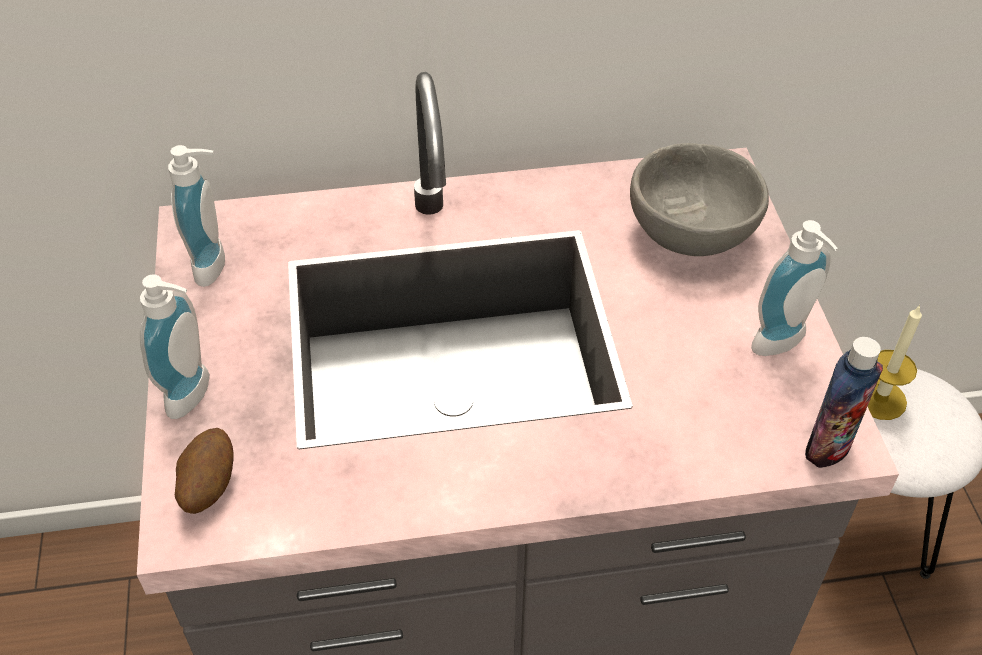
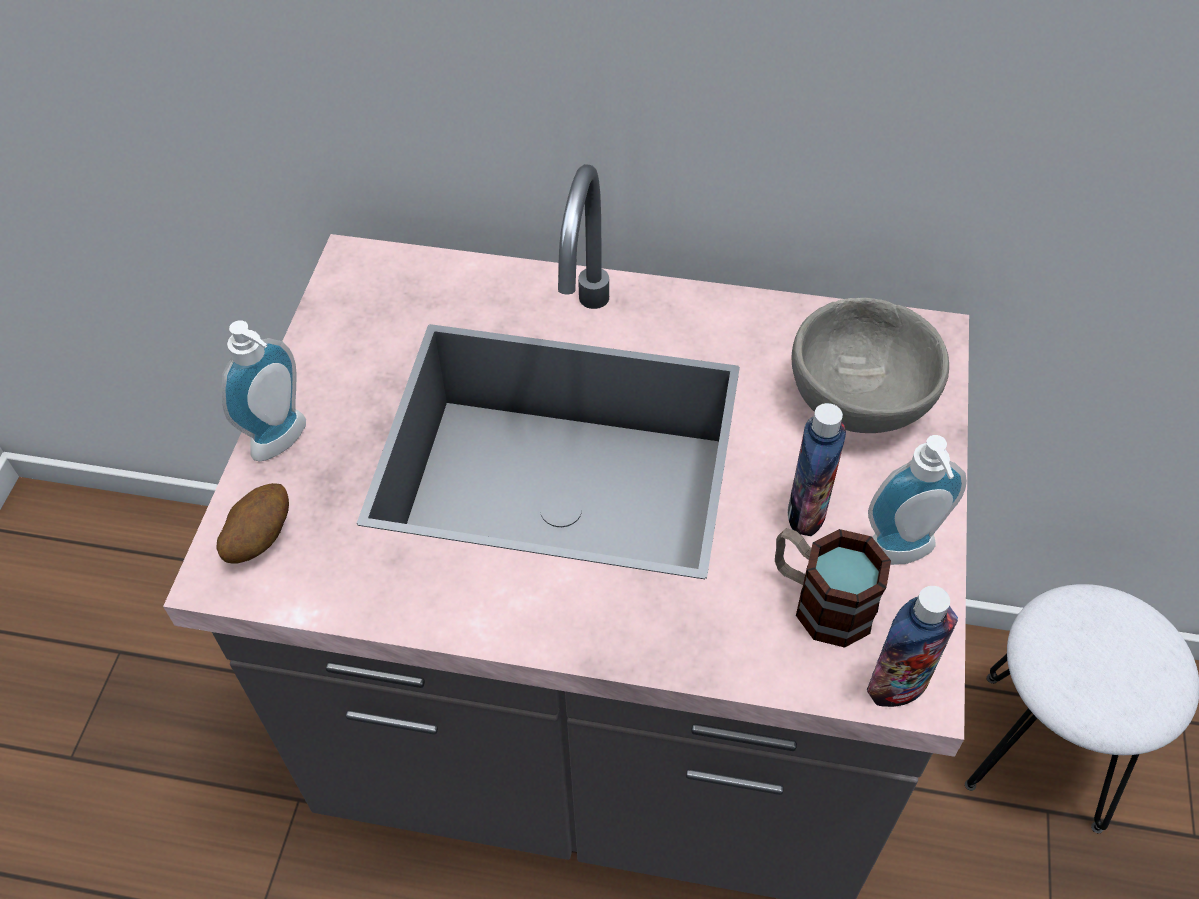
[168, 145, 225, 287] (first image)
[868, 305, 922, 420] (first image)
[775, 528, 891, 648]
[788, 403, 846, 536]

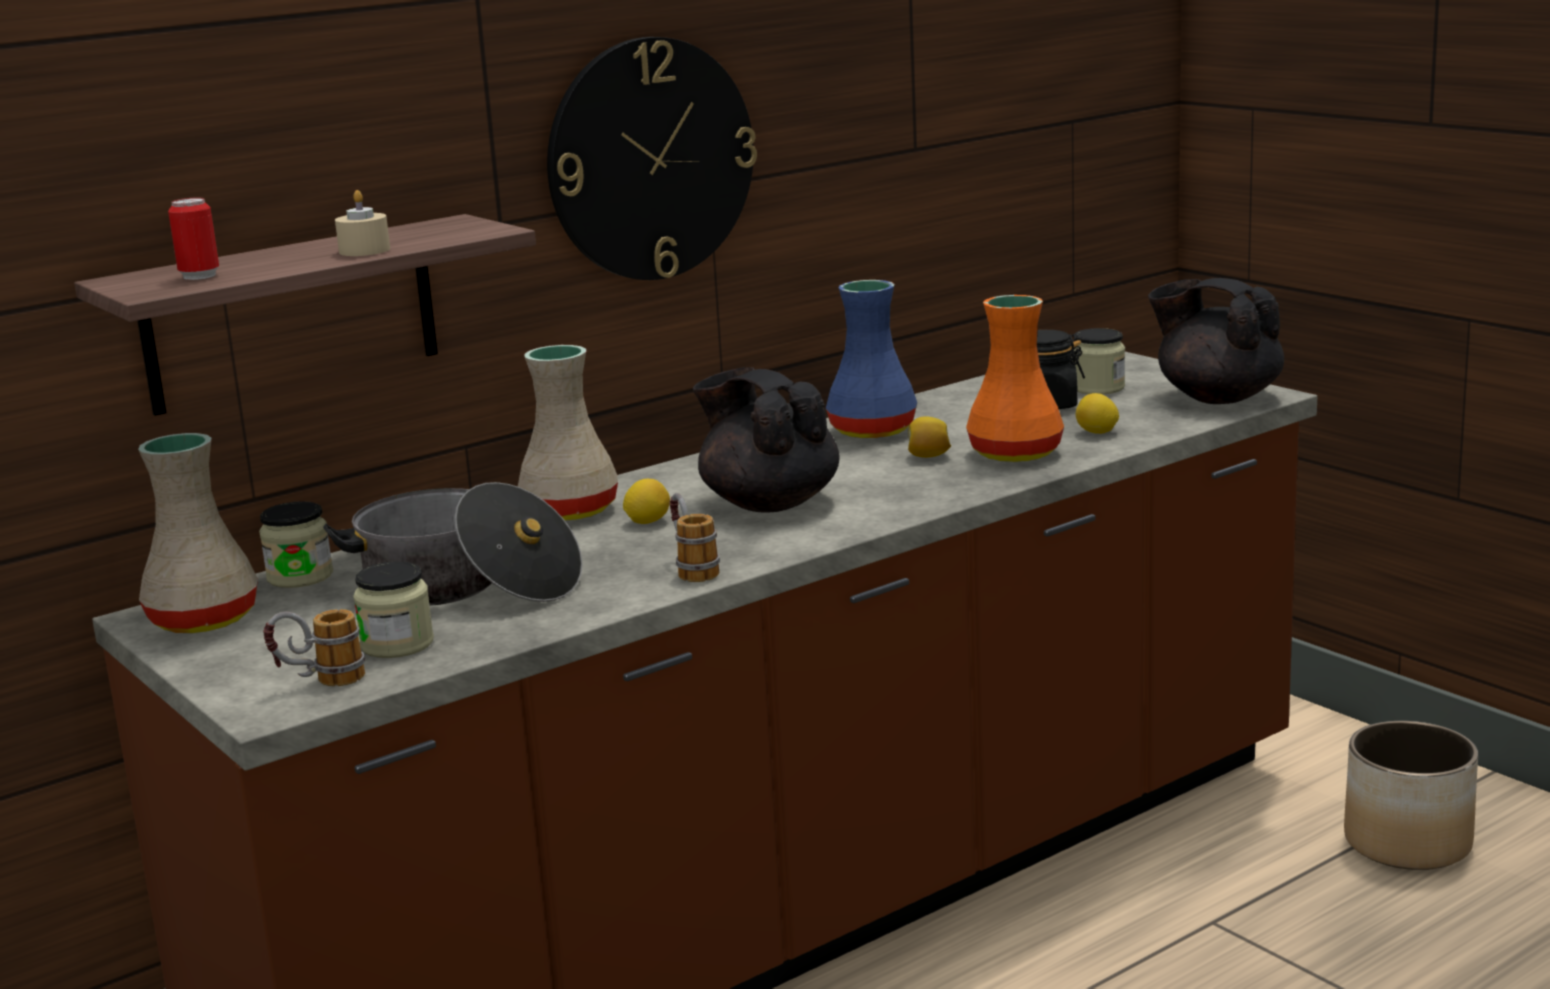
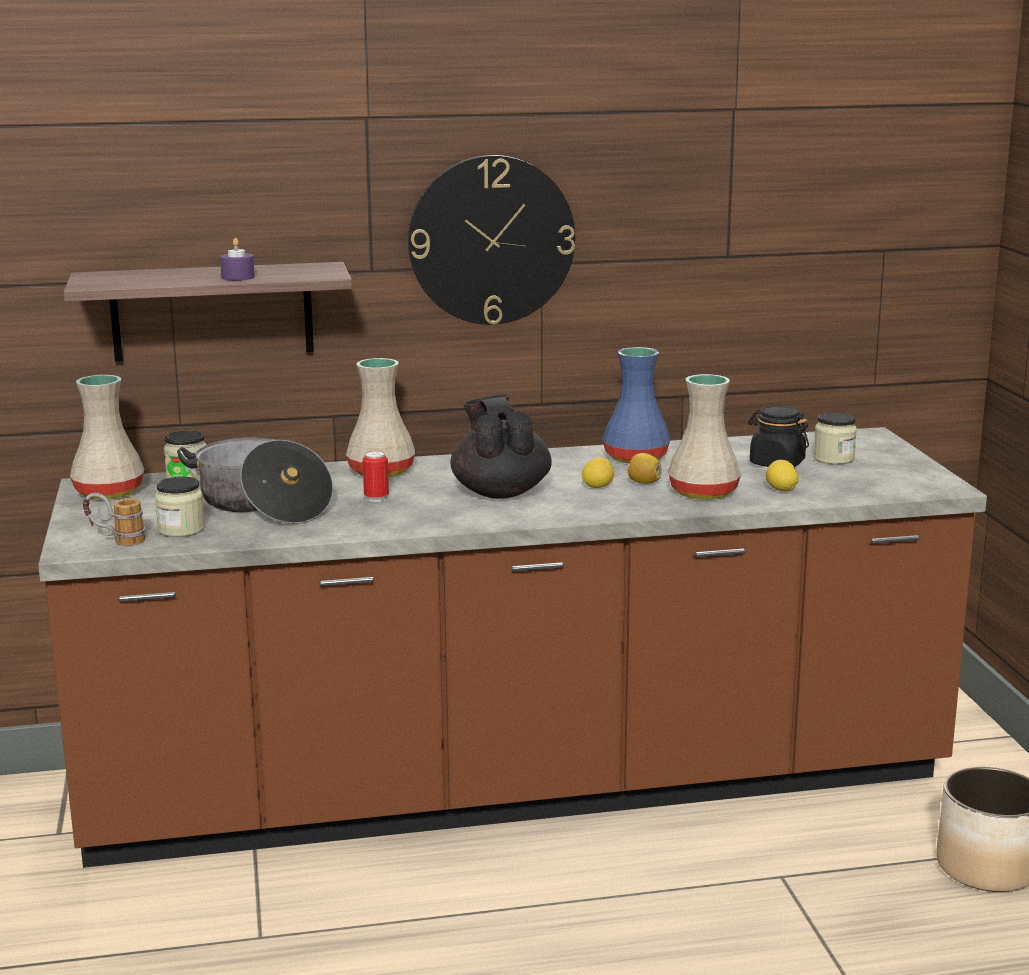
[669, 493, 720, 582] (first image)
[1148, 278, 1284, 404] (first image)
[363, 451, 389, 502]
[582, 457, 614, 488]
[220, 238, 255, 281]
[668, 374, 741, 499]

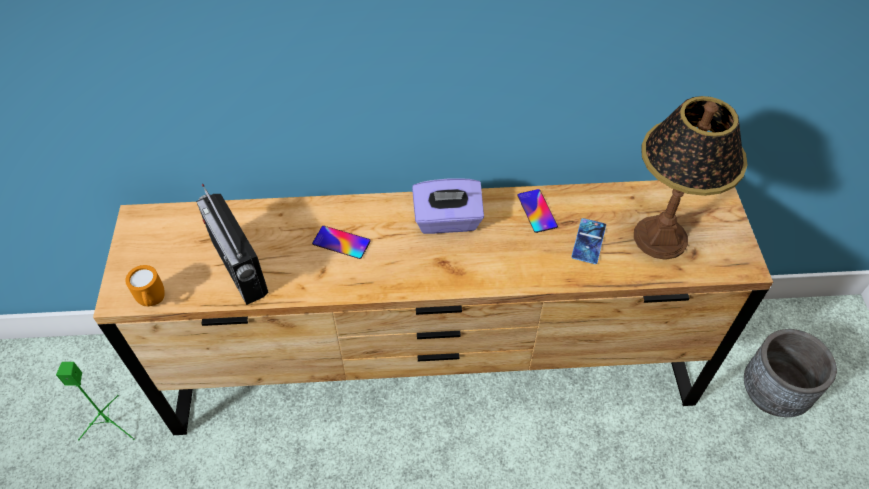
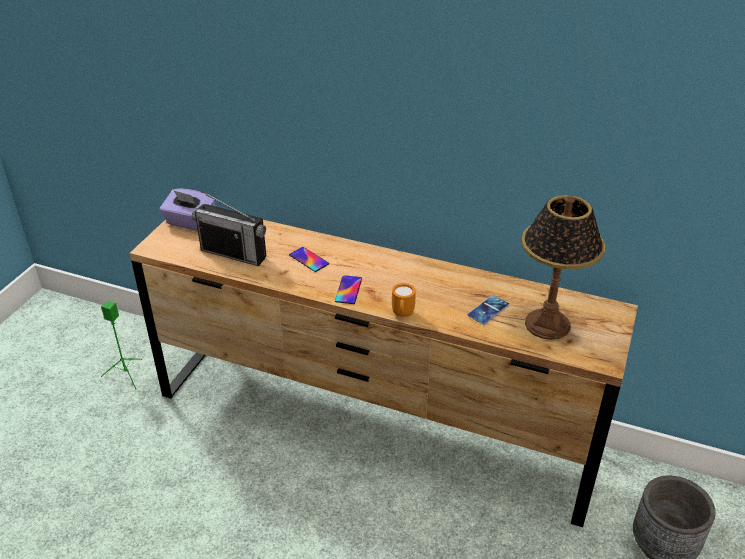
[392, 283, 416, 317]
[160, 188, 216, 231]
[335, 275, 362, 304]
[192, 191, 266, 266]

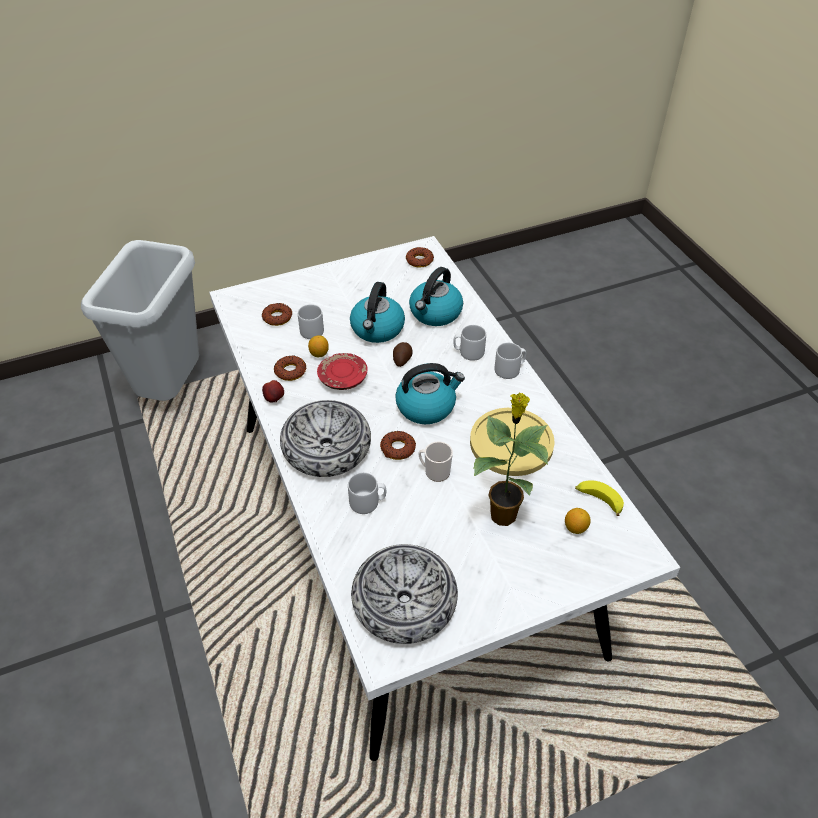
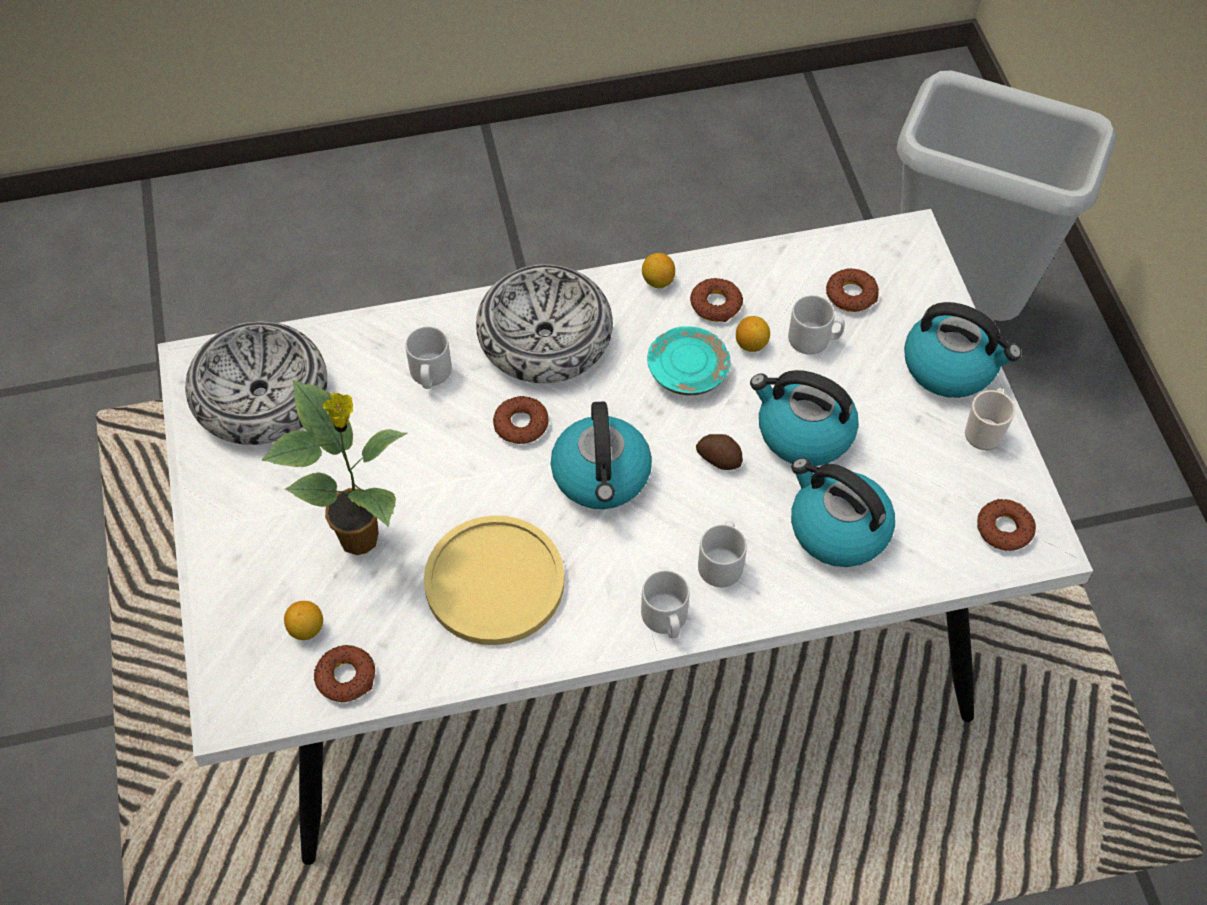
[904, 302, 1021, 398]
[965, 388, 1015, 450]
[642, 253, 675, 288]
[314, 645, 375, 702]
[647, 326, 731, 395]

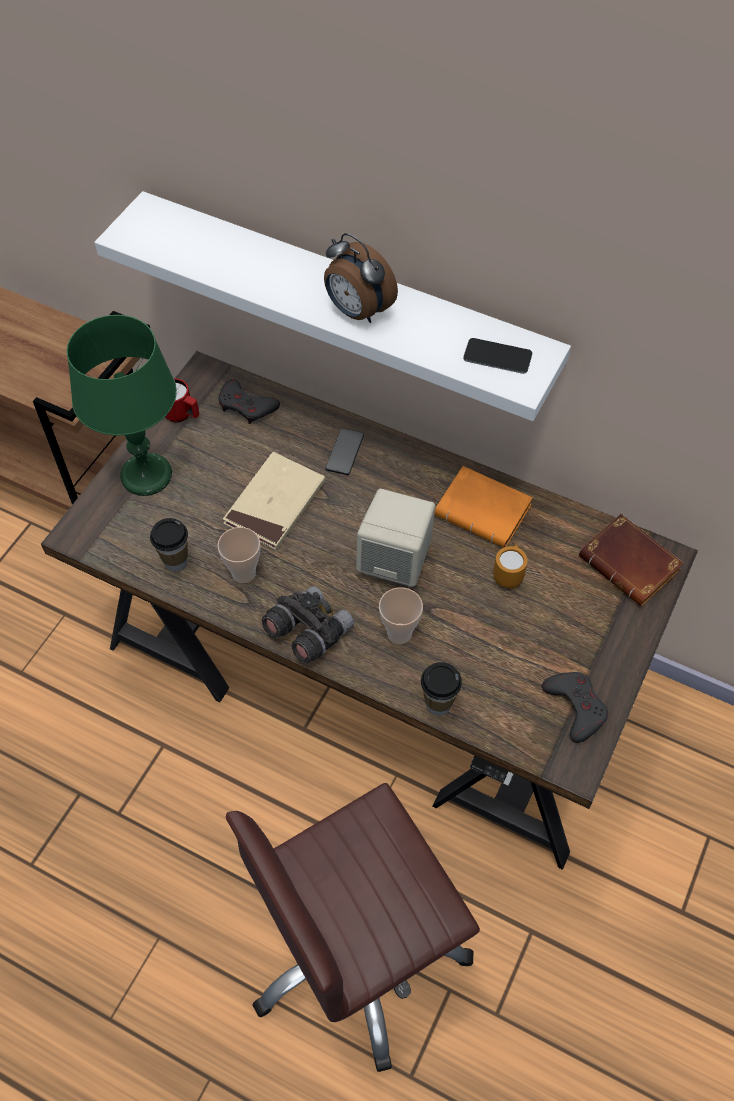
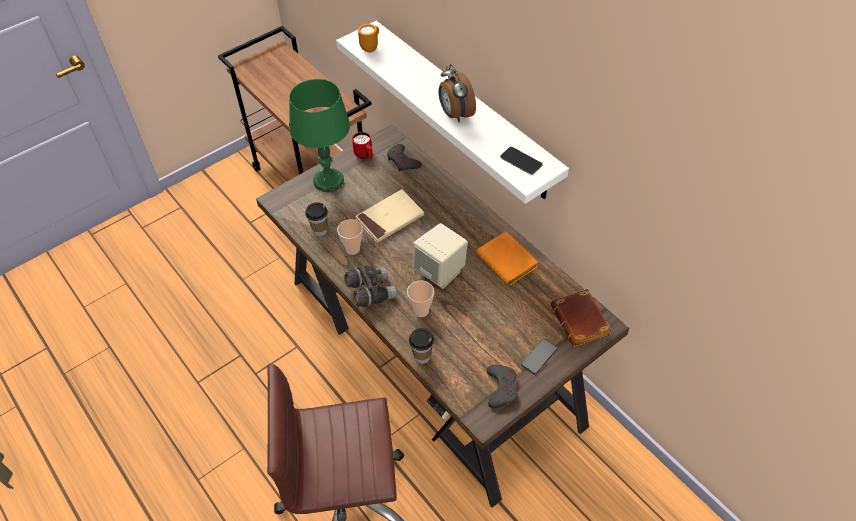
[521, 339, 558, 374]
[358, 24, 379, 53]

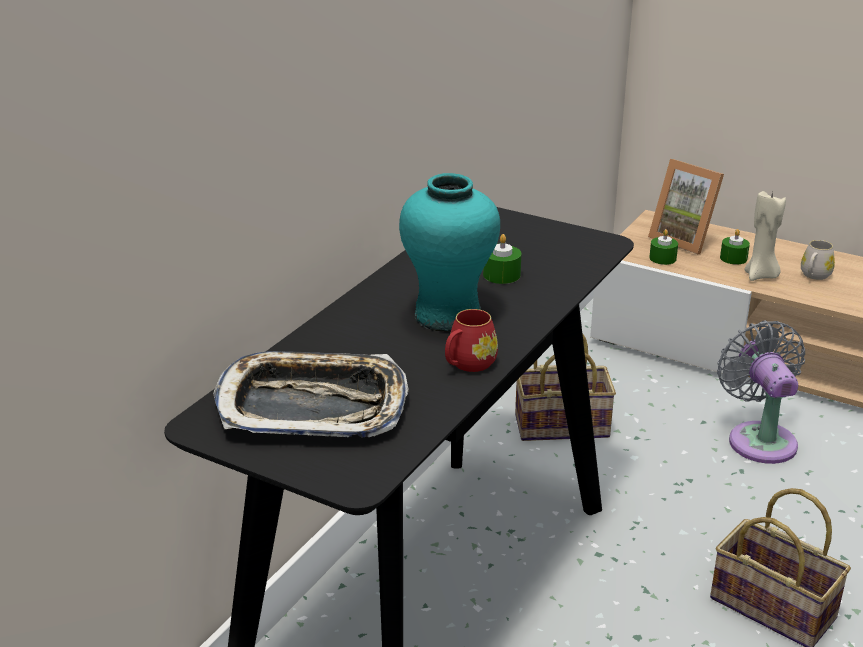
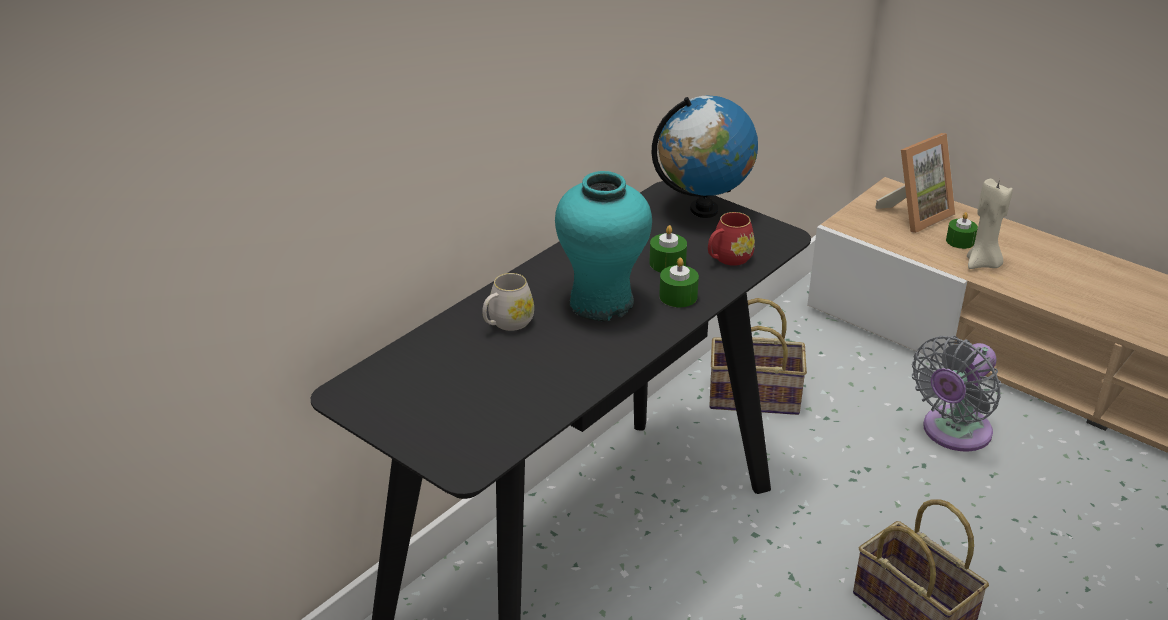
[213, 351, 408, 438] (first image)
[652, 95, 758, 218]
[708, 212, 755, 266]
[659, 258, 699, 307]
[482, 273, 534, 331]
[875, 133, 955, 233]
[912, 336, 1001, 452]

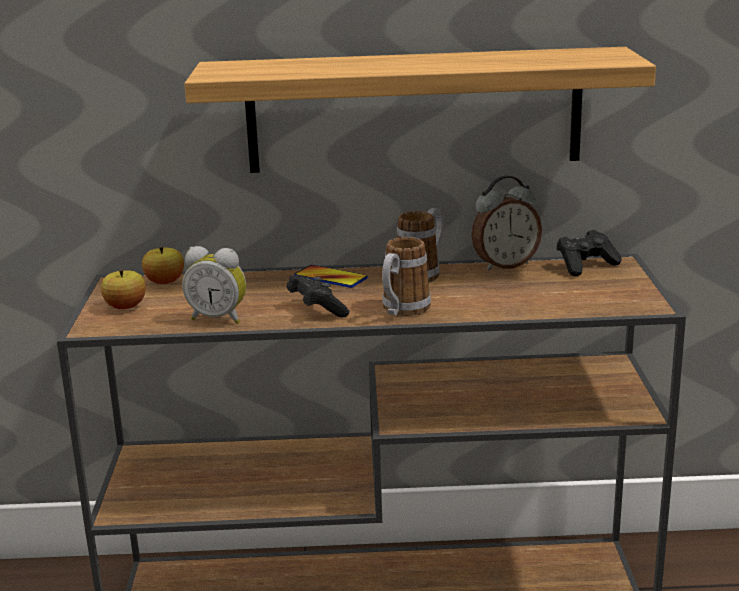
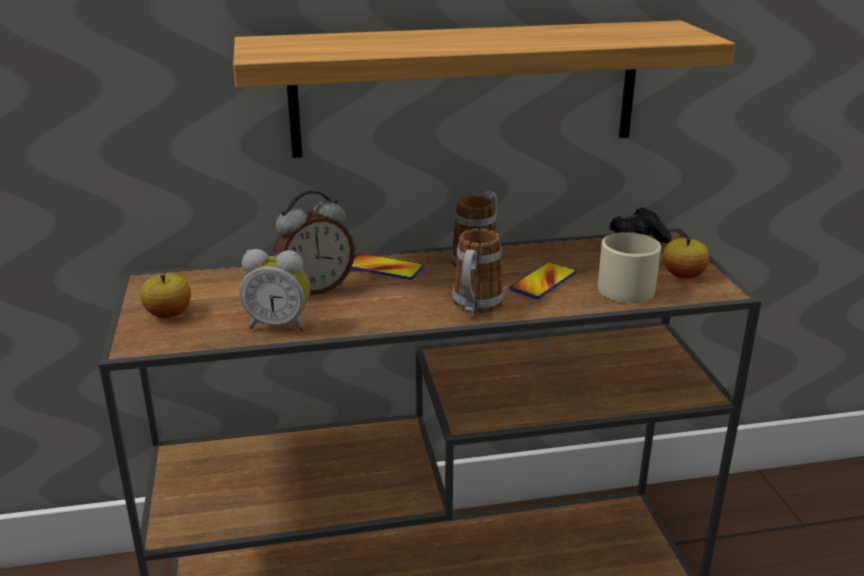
[287, 275, 350, 317] (first image)
[509, 262, 577, 299]
[598, 232, 661, 303]
[663, 238, 710, 279]
[274, 190, 355, 295]

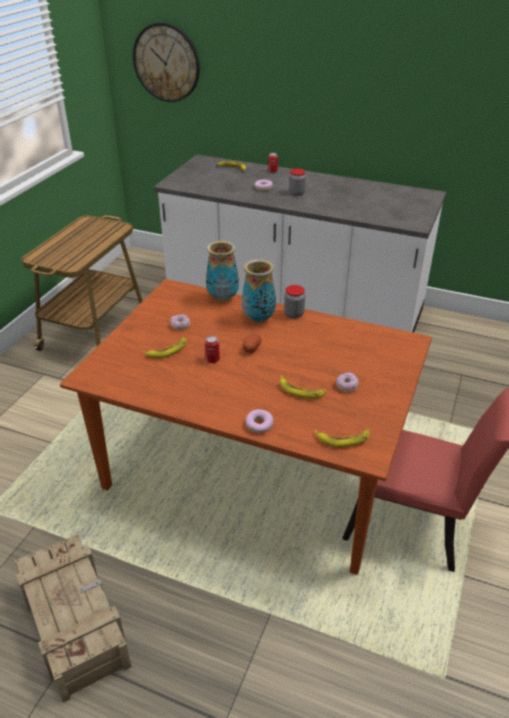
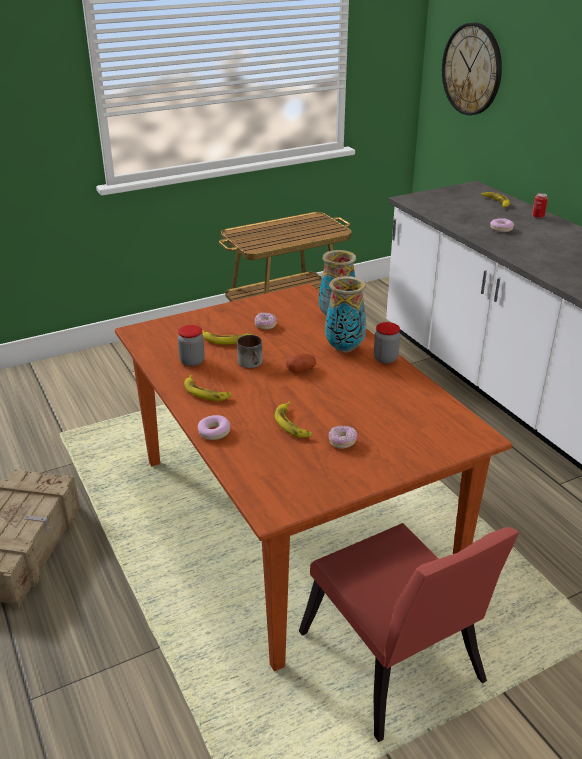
[178, 325, 205, 367]
[184, 375, 232, 401]
[237, 335, 263, 368]

